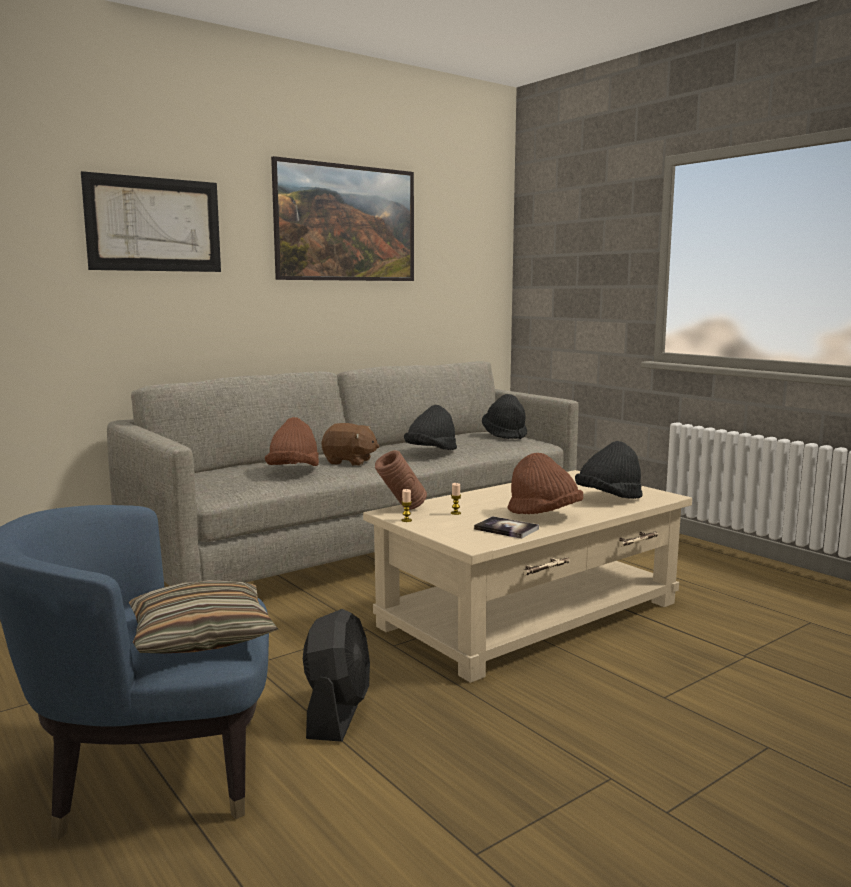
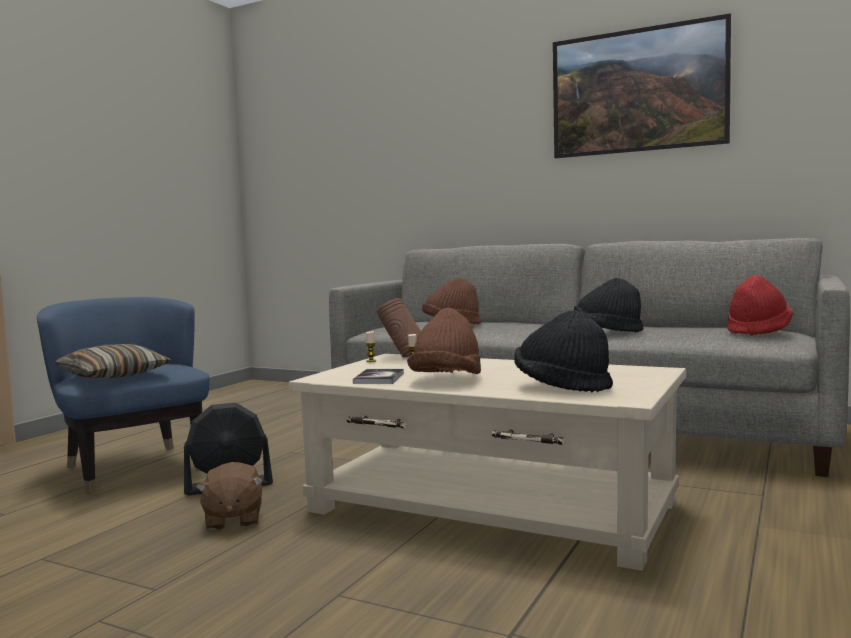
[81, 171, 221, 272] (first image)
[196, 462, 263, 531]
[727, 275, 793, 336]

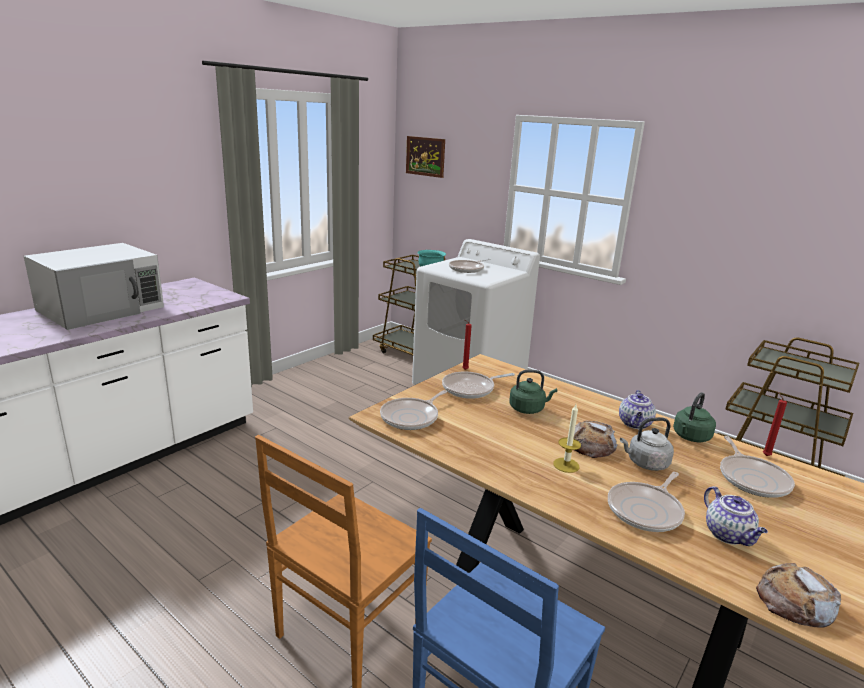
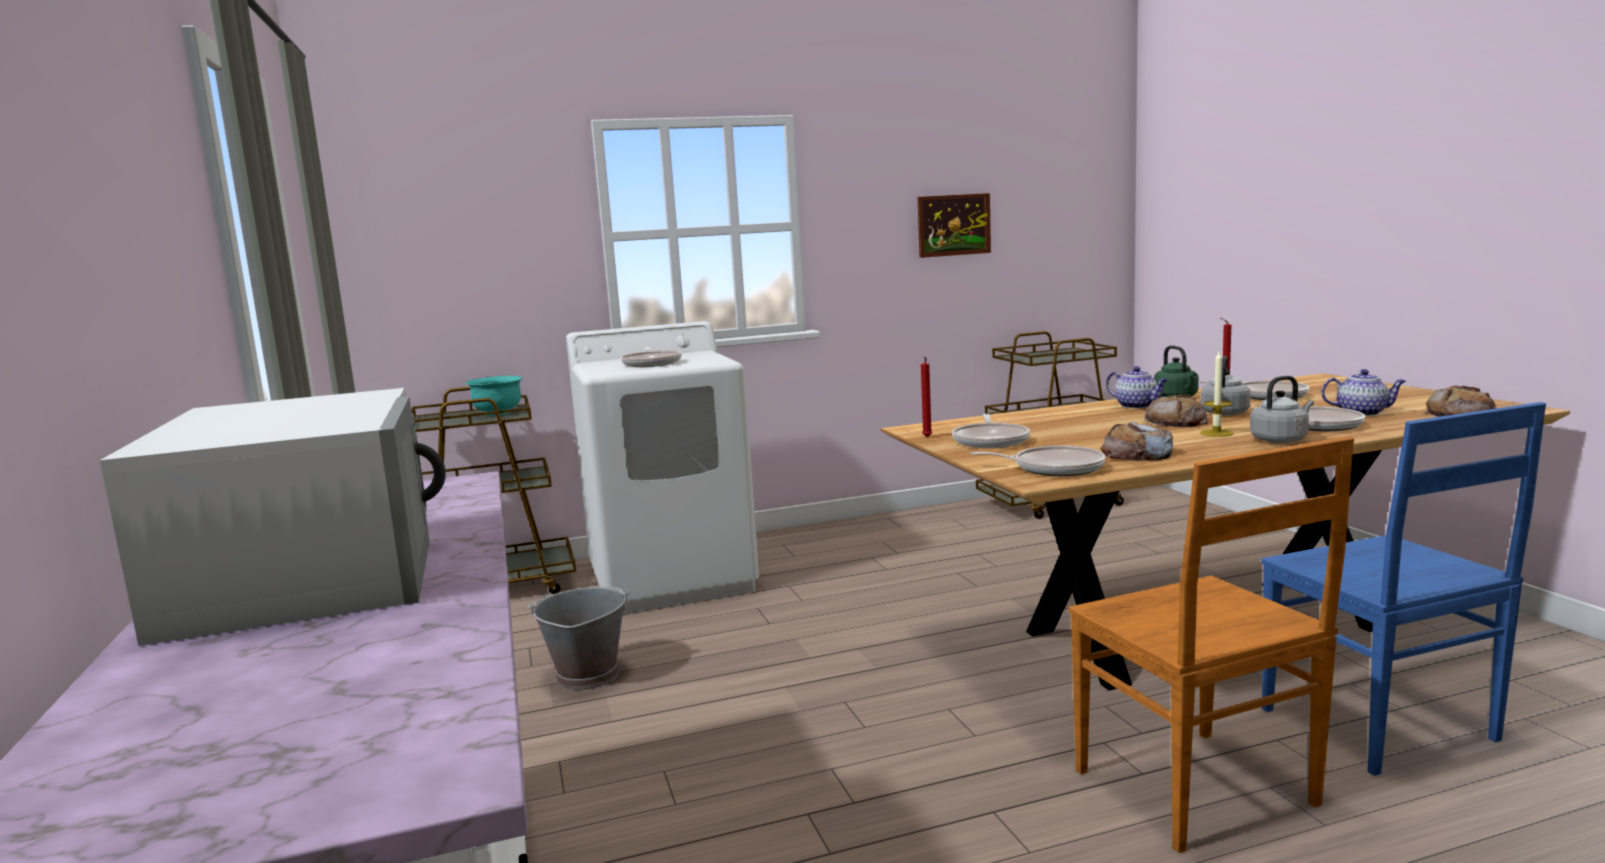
[509, 370, 557, 414] (first image)
[528, 587, 631, 690]
[1101, 422, 1173, 461]
[1250, 376, 1314, 443]
[917, 193, 991, 258]
[970, 445, 1106, 476]

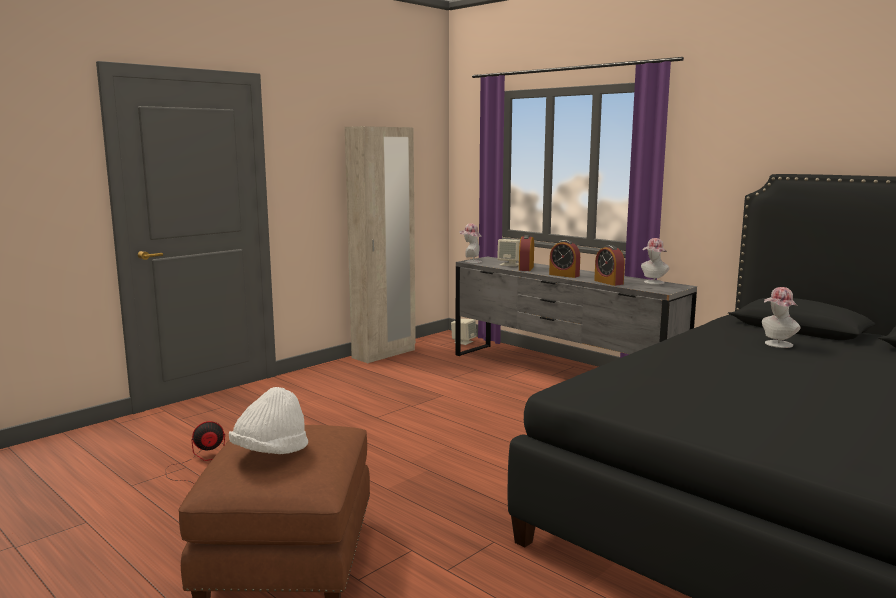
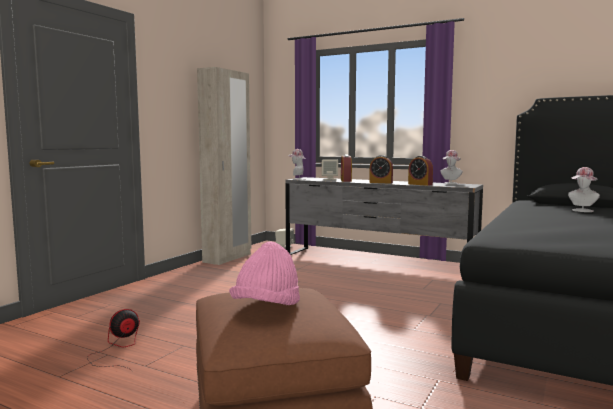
[229, 242, 300, 305]

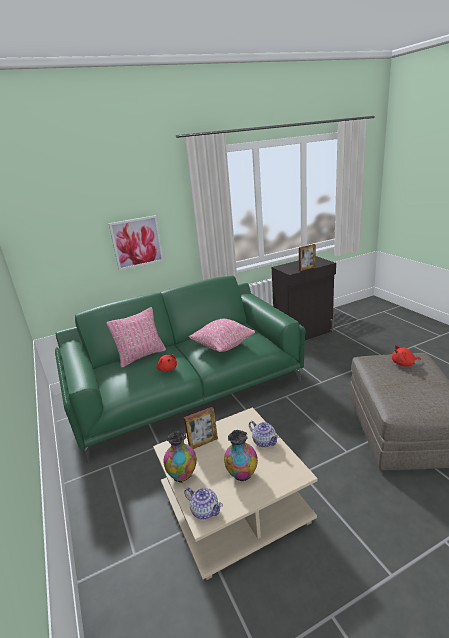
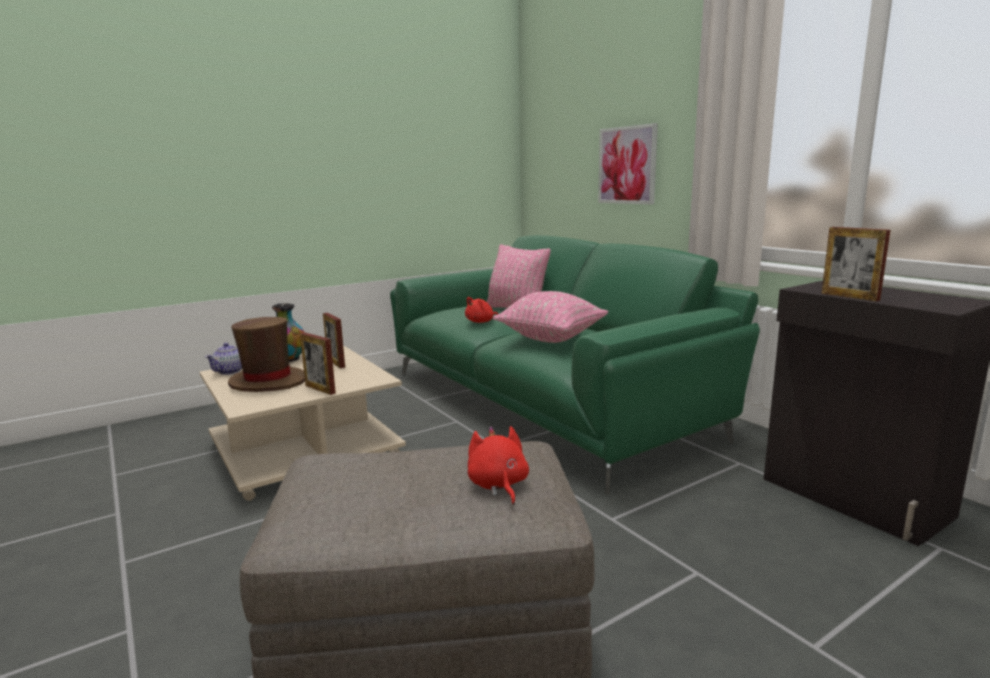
[228, 317, 305, 392]
[300, 332, 336, 395]

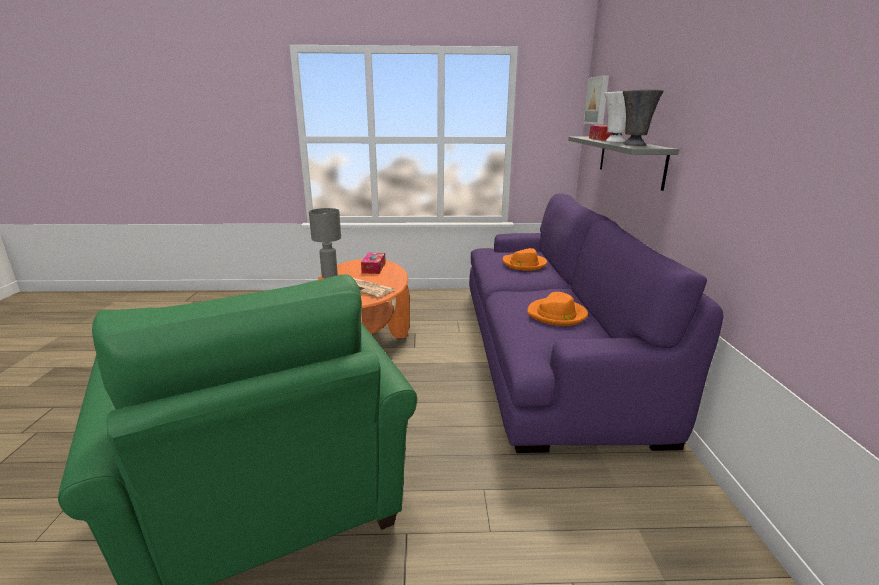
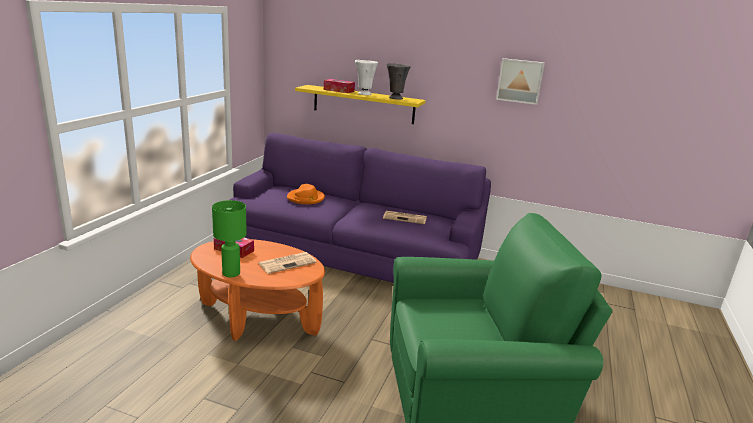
[496, 58, 545, 105]
[383, 211, 427, 224]
[212, 200, 247, 277]
[295, 85, 426, 124]

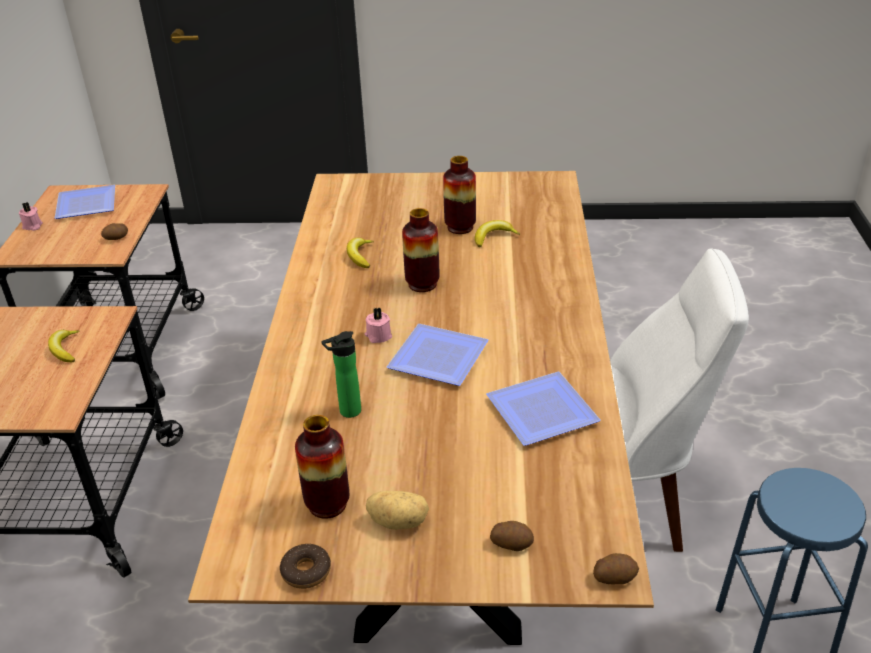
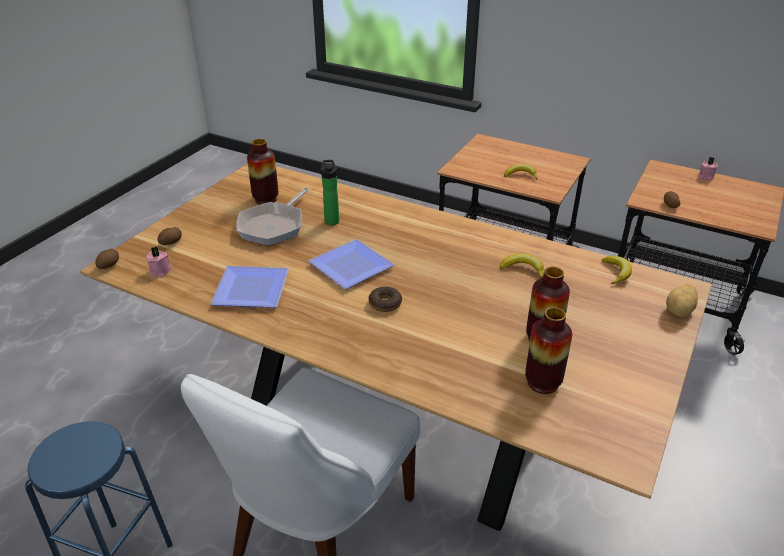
[55, 185, 115, 219] (first image)
[236, 187, 309, 246]
[369, 287, 402, 312]
[146, 247, 172, 277]
[666, 284, 698, 317]
[525, 307, 572, 394]
[602, 256, 632, 284]

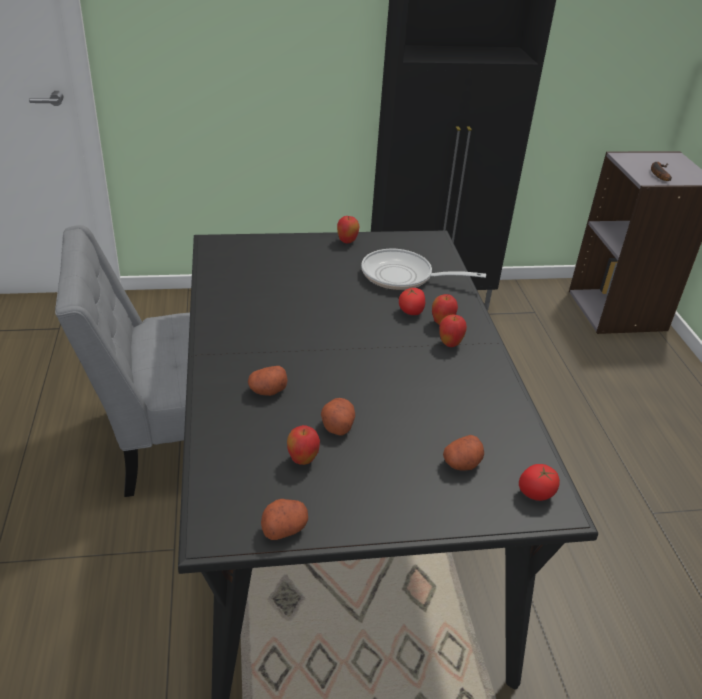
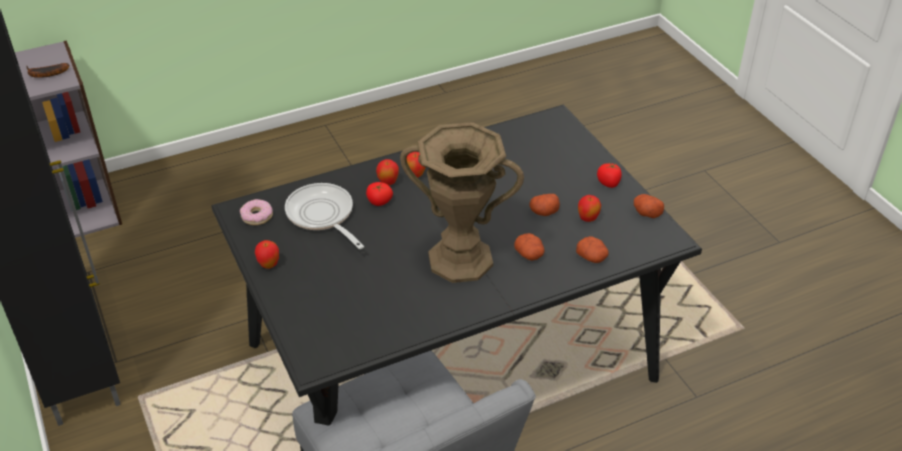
[240, 199, 273, 225]
[400, 122, 524, 283]
[576, 236, 608, 263]
[597, 163, 622, 188]
[285, 183, 364, 249]

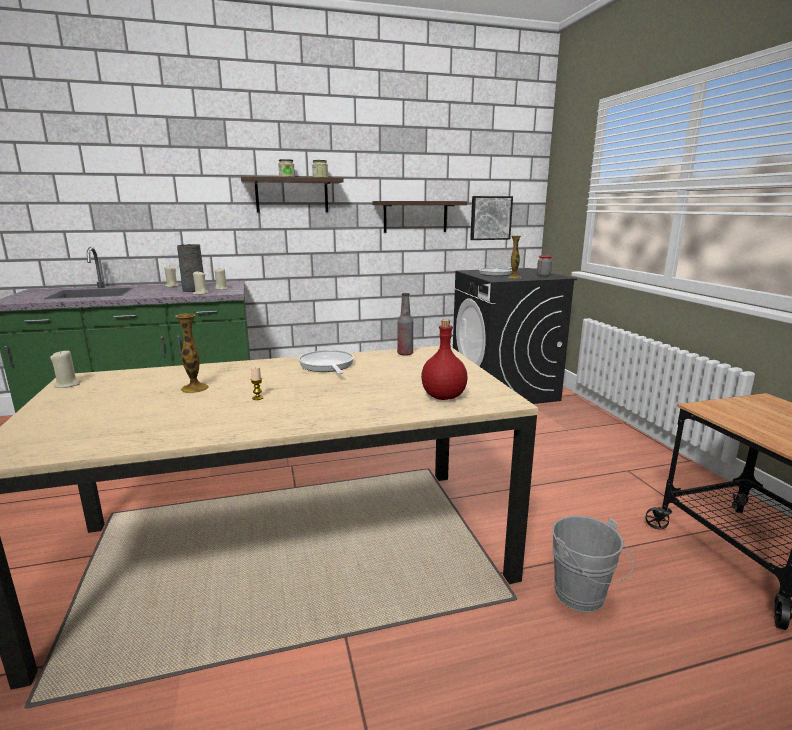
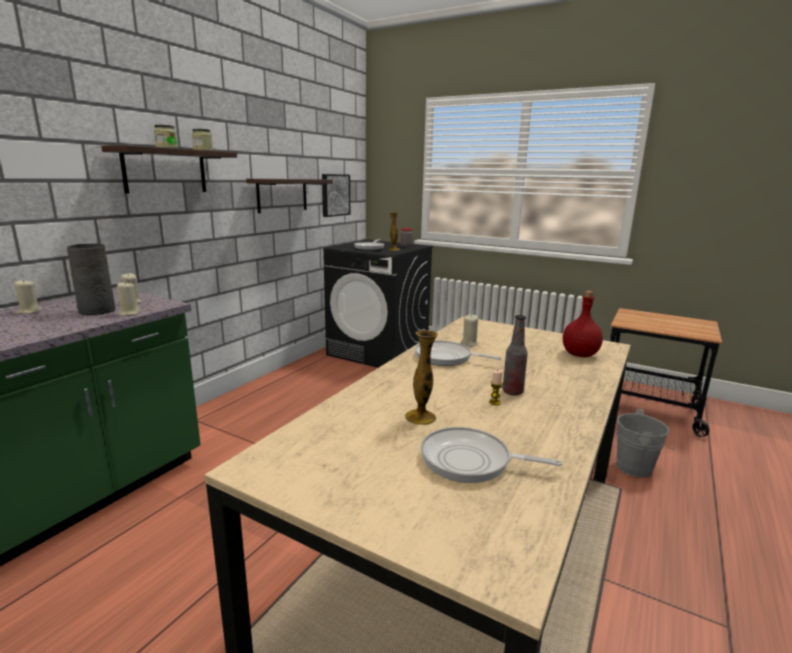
[421, 427, 562, 483]
[460, 314, 478, 347]
[502, 315, 528, 395]

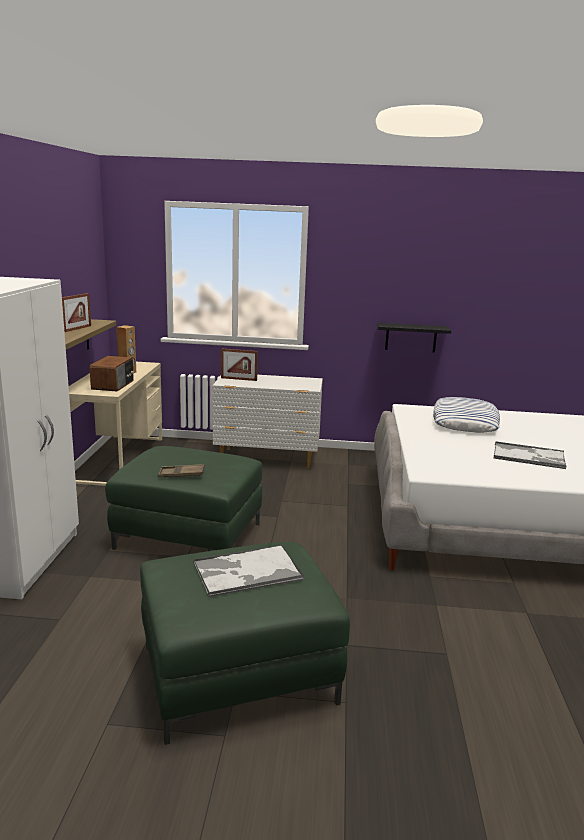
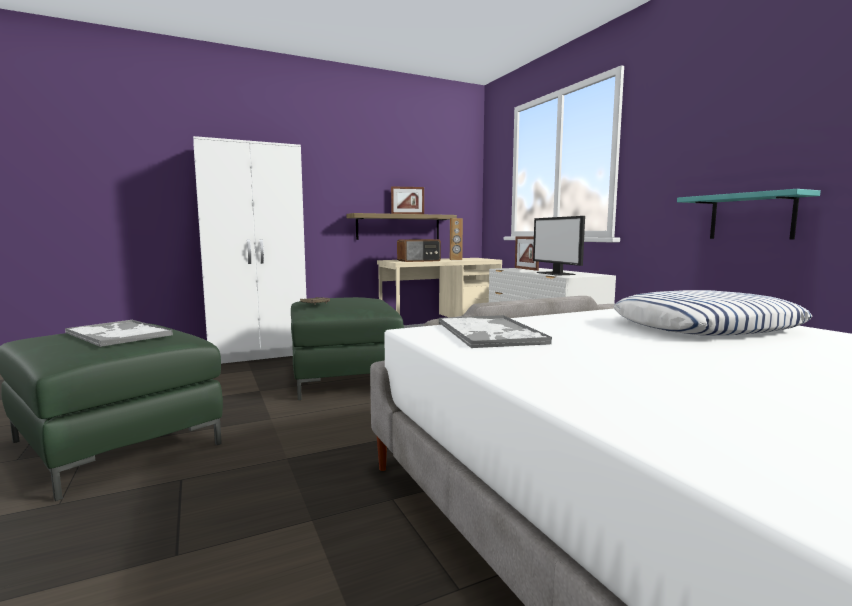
[533, 216, 585, 276]
[439, 315, 552, 348]
[677, 189, 821, 240]

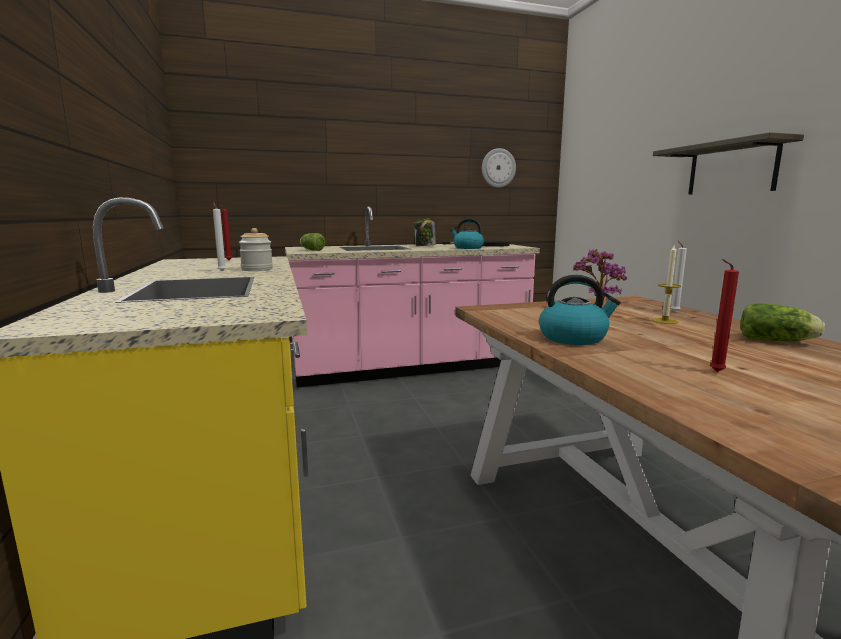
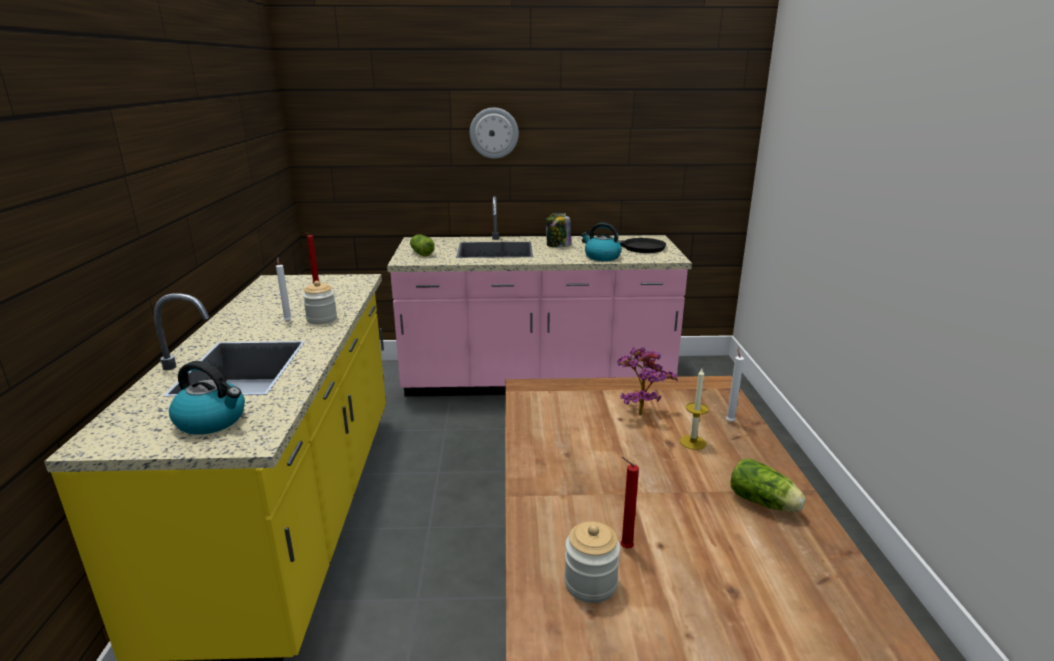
[653, 132, 804, 195] (first image)
[564, 522, 620, 603]
[470, 107, 519, 159]
[169, 361, 245, 435]

